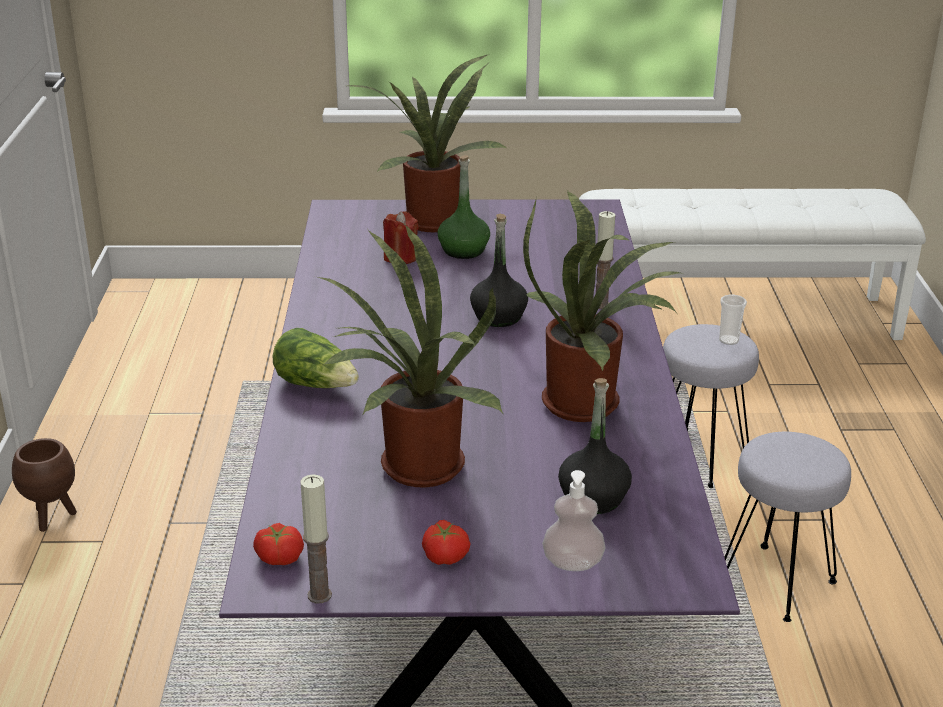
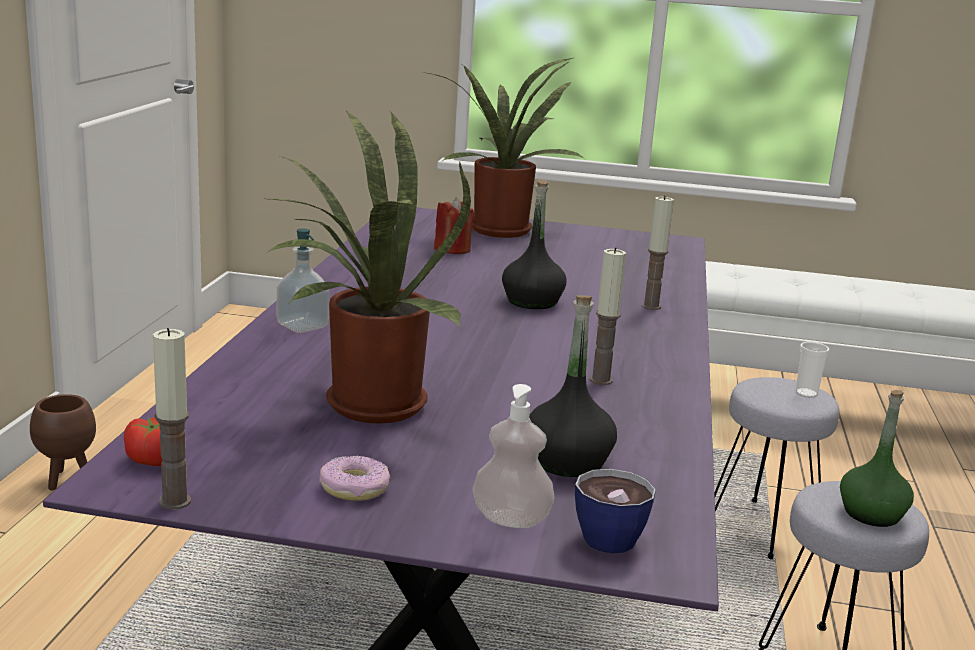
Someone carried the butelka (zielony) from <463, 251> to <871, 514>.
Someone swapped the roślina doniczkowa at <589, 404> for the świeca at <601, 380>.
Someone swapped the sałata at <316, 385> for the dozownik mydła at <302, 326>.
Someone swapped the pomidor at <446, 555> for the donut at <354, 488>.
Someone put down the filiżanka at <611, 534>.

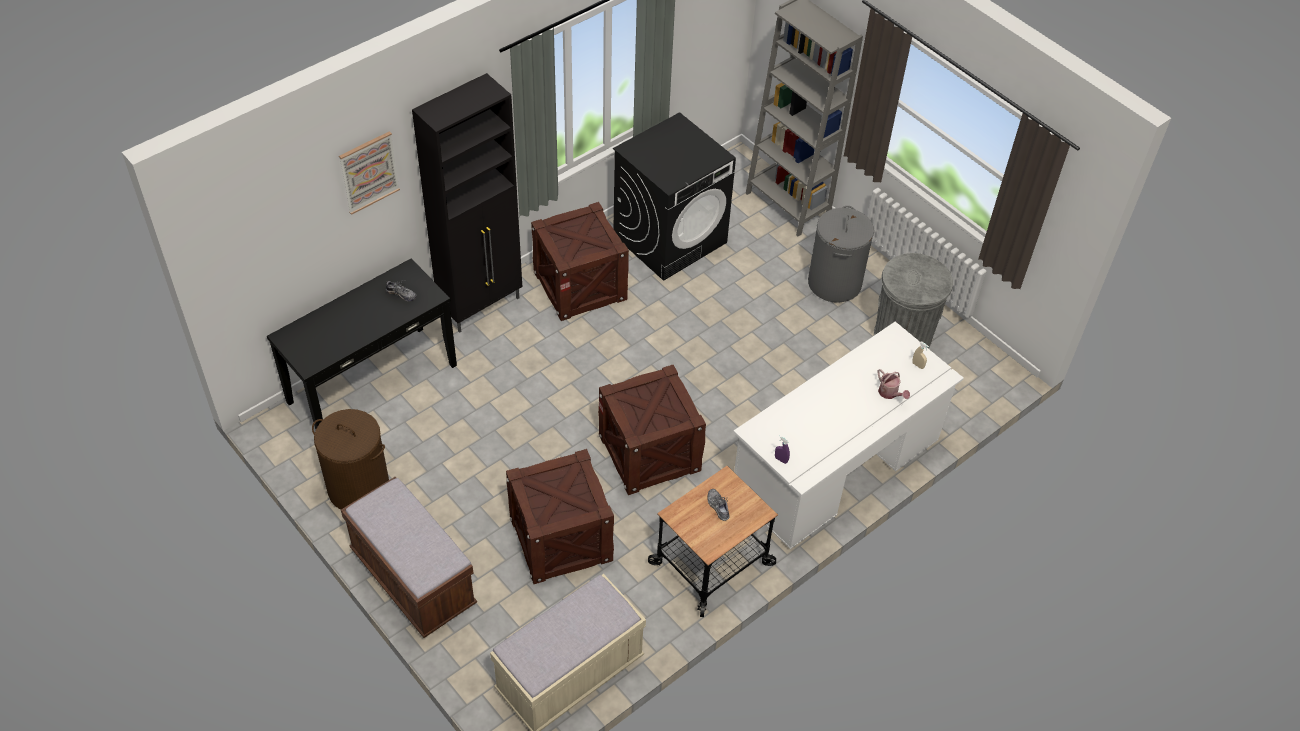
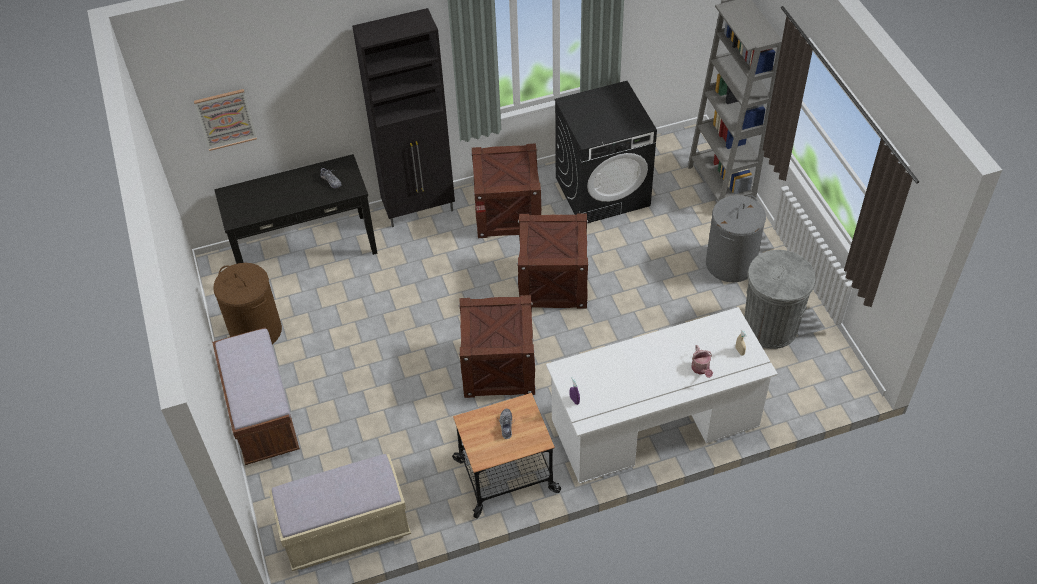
Someone carried the obraz from <369, 172> to <225, 119>.
Someone carried the skrzynka from <561, 539> to <553, 282>.

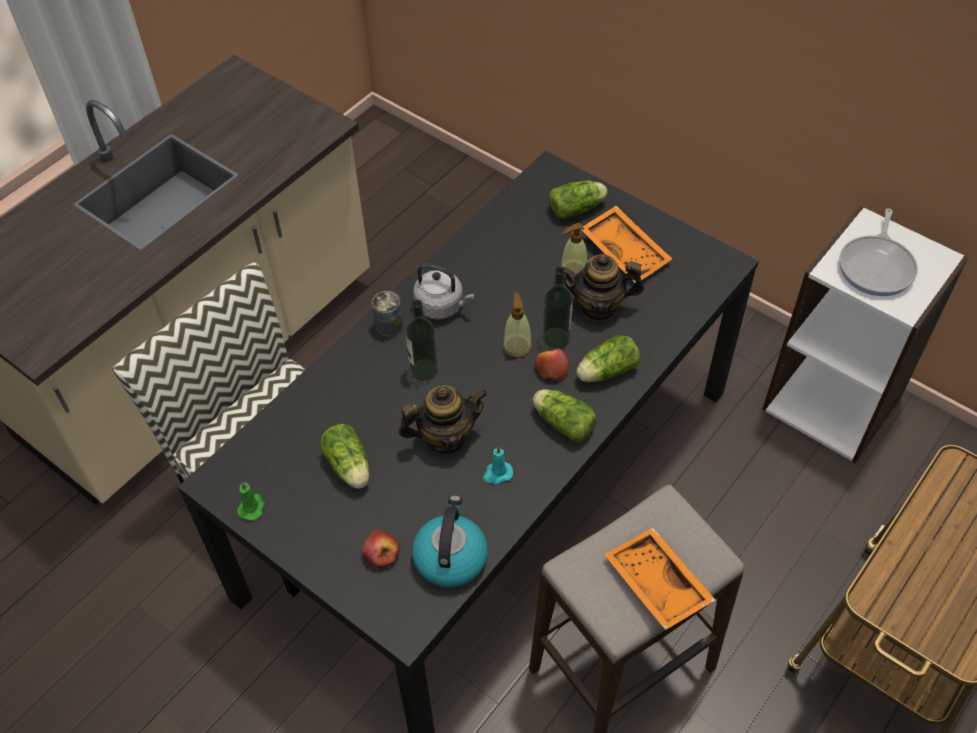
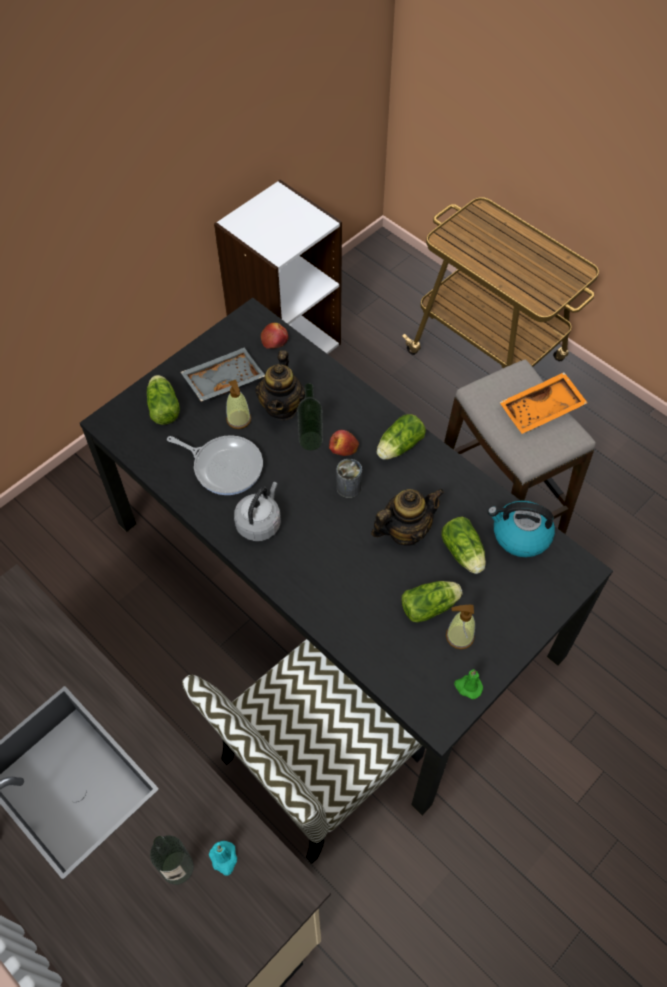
Someone repainted the taca (pomarańczowy) at <626, 251>, which became the taca (szary) at <223, 380>.
Someone carried the patelnia from <877, 266> to <225, 466>.
Someone carried the puszka from <389, 325> to <348, 487>.
Someone carried the dozownik mydła from <517, 346> to <459, 636>.
Someone carried the butelka from <424, 369> to <177, 867>.
Someone carried the sałata from <605, 372> to <463, 554>.
Someone rotated the imbryk at <445, 437> by 75 degrees clockwise.
Someone carried the świeca (turkusowy) from <497, 474> to <224, 858>.
Someone carried the jabłko from <381, 553> to <274, 339>.

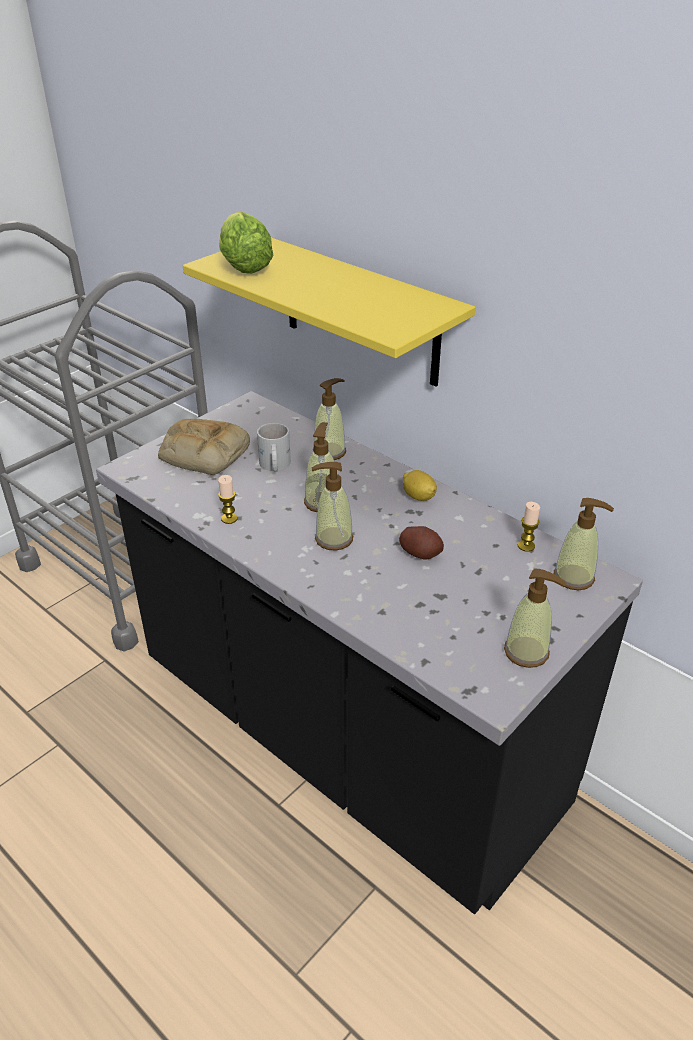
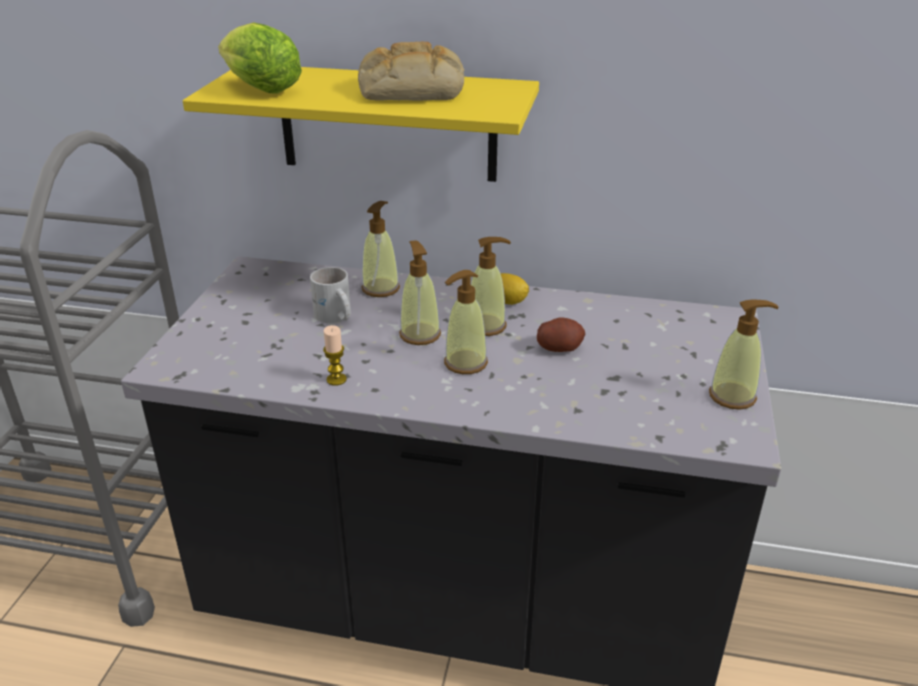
Someone carried the chleb from <203, 454> to <410, 90>.
Someone carried the dozownik mydła from <574, 577> to <486, 326>.
Someone took away the świeca at <526, 546>.

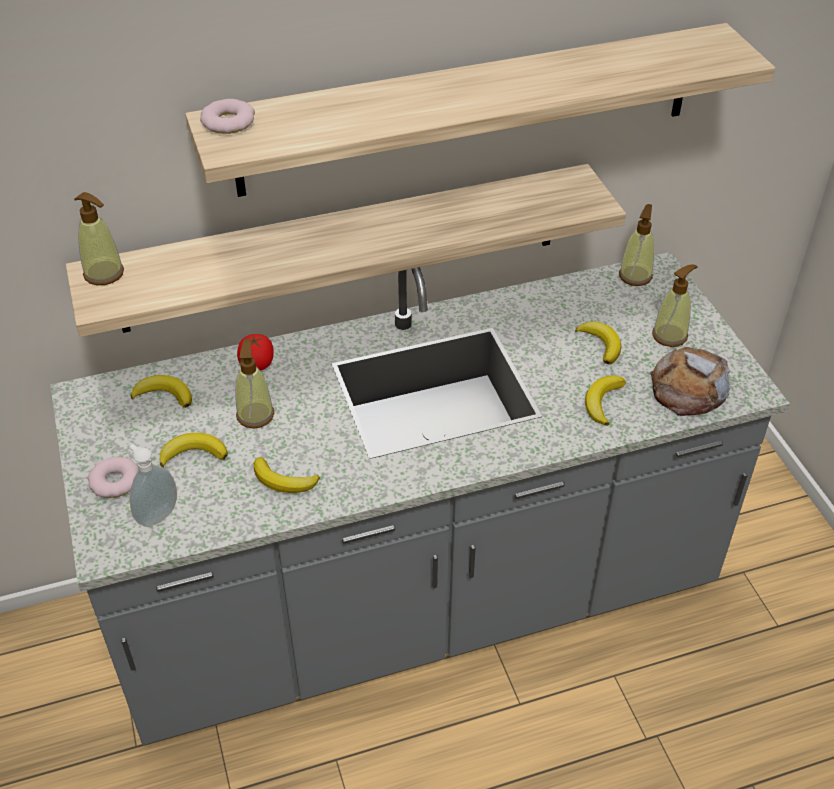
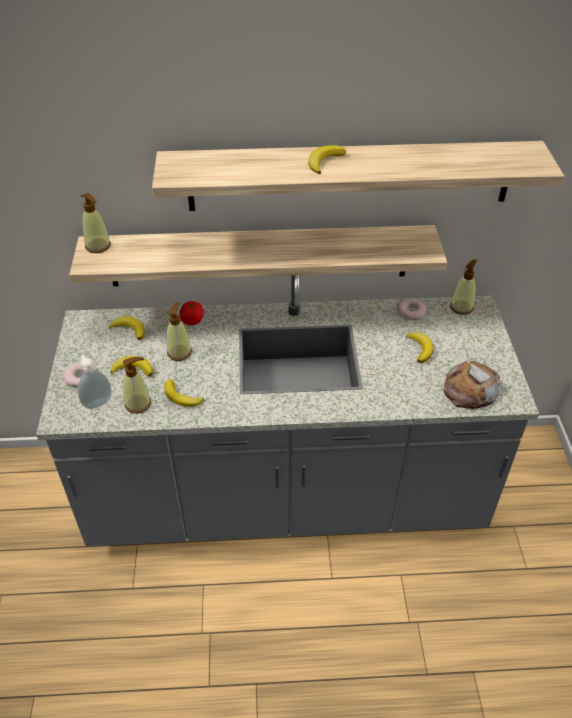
Someone carried the donut from <228, 122> to <410, 312>.
Someone carried the dozownik mydła from <670, 335> to <138, 404>.
Someone carried the banan from <602, 402> to <324, 161>.

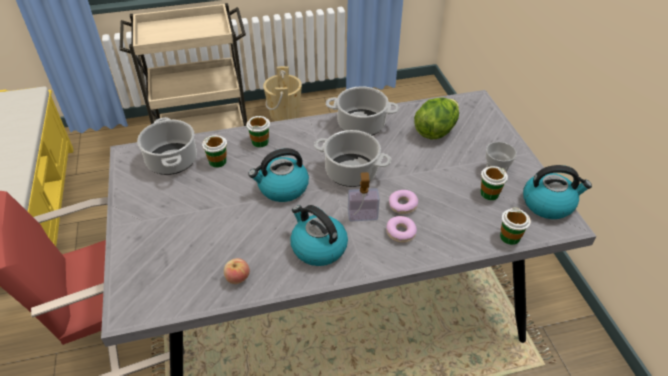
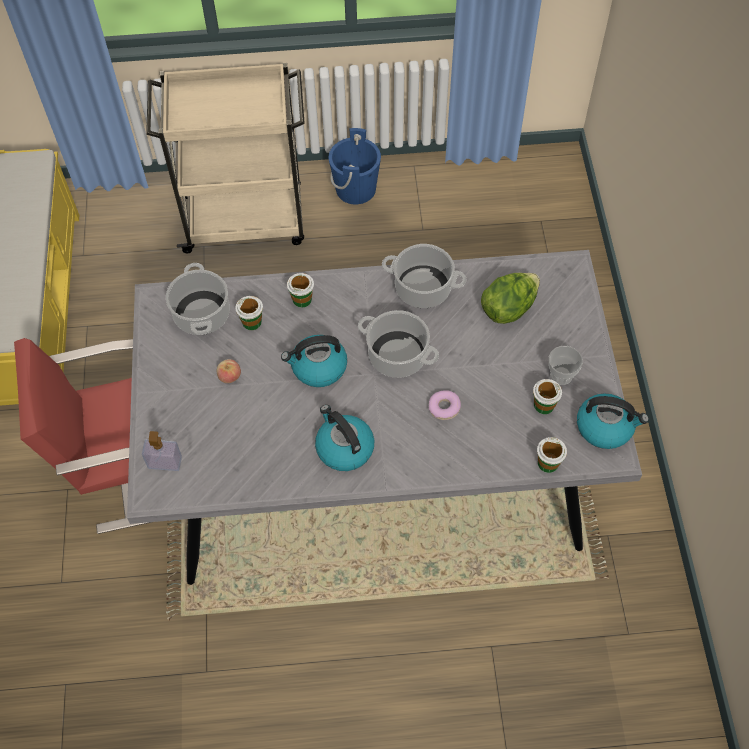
Someone repainted the wiadro (beżowy) at <284, 114>, which became the wiadro (niebieski) at <355, 189>.
Someone carried the dozownik mydła from <362, 215> to <165, 462>.
Someone took away the donut at <400, 232>.
Someone carried the jabłko from <237, 278> to <229, 377>.

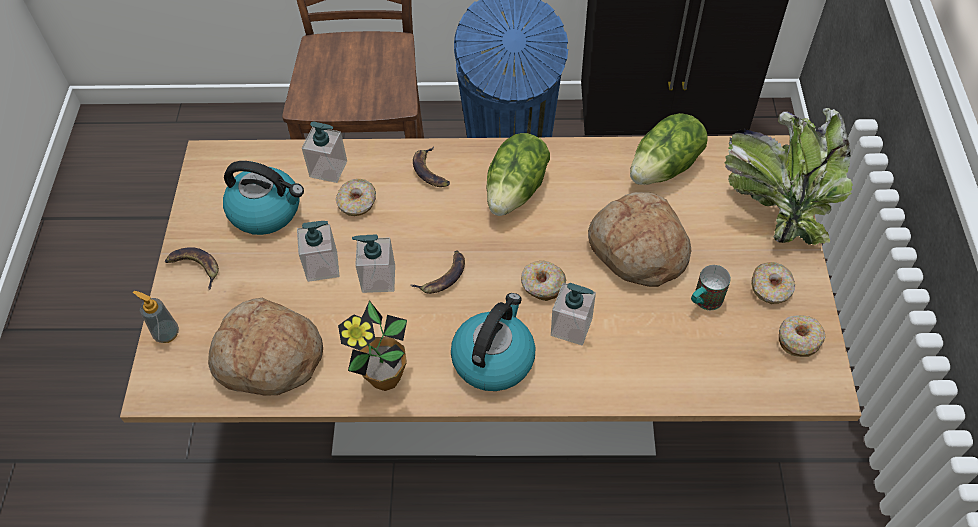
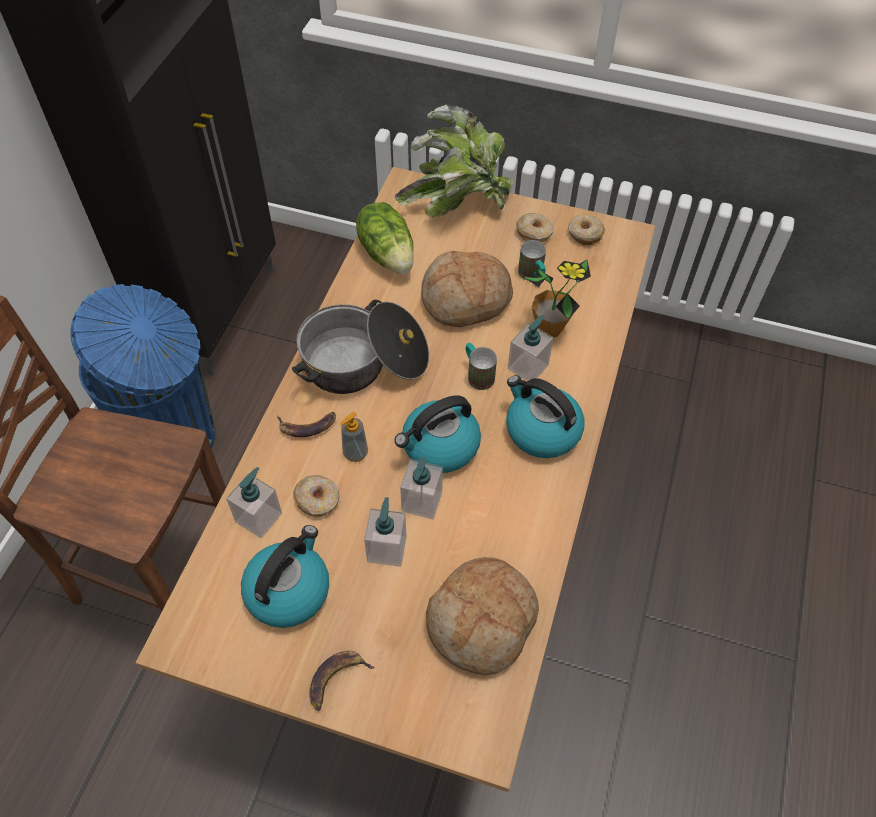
Someone swapped the sałata at <517, 190> for the garnek at <364, 364>.
Someone swapped the banan at <443, 276> for the czajnik at <439, 447>.
Someone swapped the donut at <542, 285> for the kubek at <477, 375>.
Someone carried the dozownik mydła from <166, 333> to <355, 453>.
Someone carried the roślina doniczkowa from <385, 378> to <549, 328>.

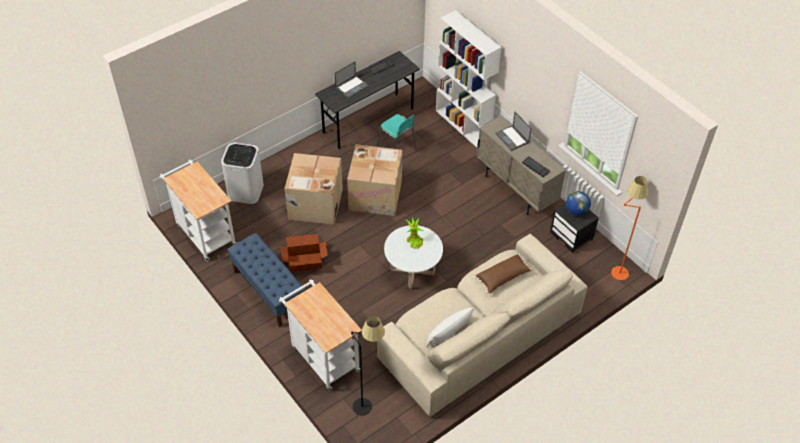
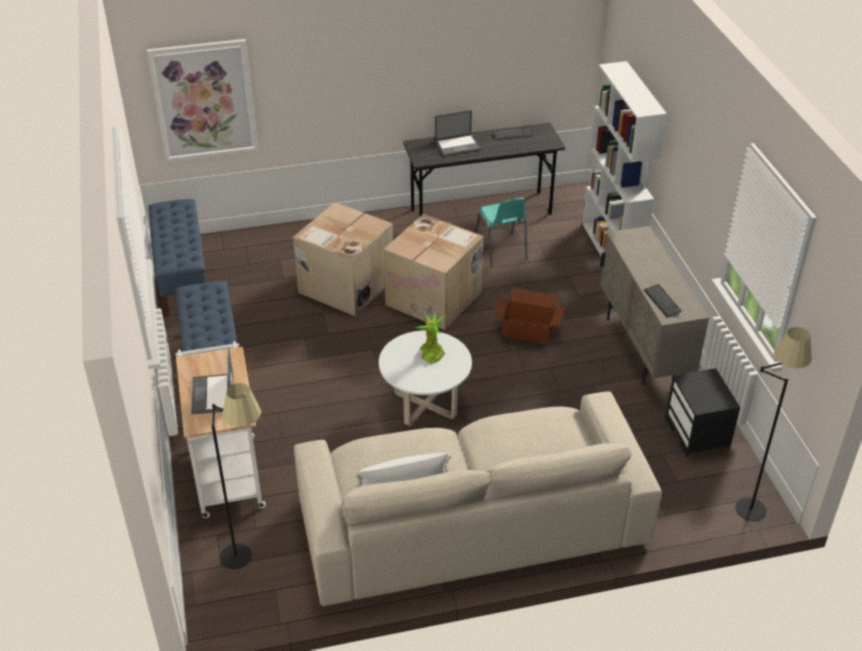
Someone carried the laptop from <512, 138> to <213, 395>.
Someone took away the kosz na śmieci (biały) at <246, 191>.
Someone swapped the wózek (biały) at <204, 232> for the ławka (niebieski) at <182, 277>.
Someone repainted the lampa stojąca (pomarańczowy) at <617, 266>, which became the lampa stojąca (czarny) at <752, 499>.
Someone took away the globus at <576, 211>.
Someone carried the karton from <304, 262> to <527, 330>.
Someone took away the poduszka (brązowy) at <503, 277>.
Someone put up the obraz at <204, 100>.

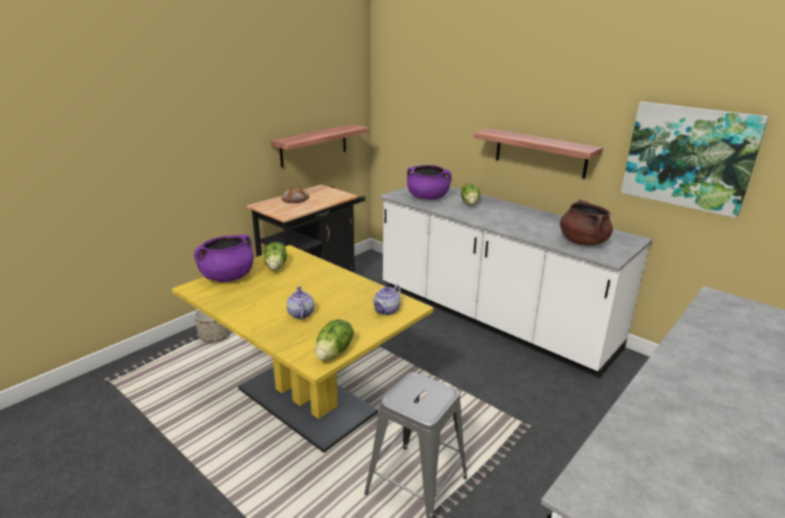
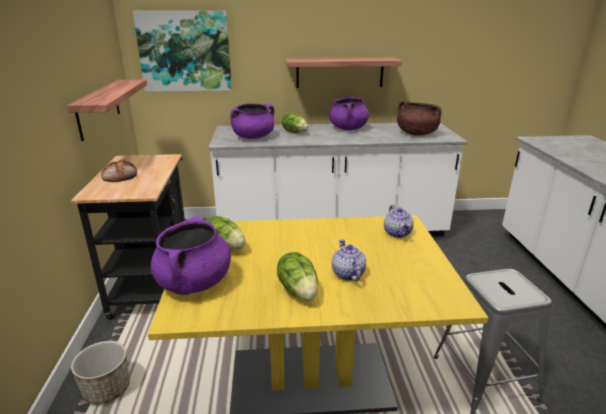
Someone carried the obraz from <688, 157> to <185, 51>.
Someone rotated the imbryk at <300, 314> by 45 degrees clockwise.
Someone carried the sałata from <335, 352> to <299, 290>.
Someone put down the garnek (fioletowy) at <348, 129>.

